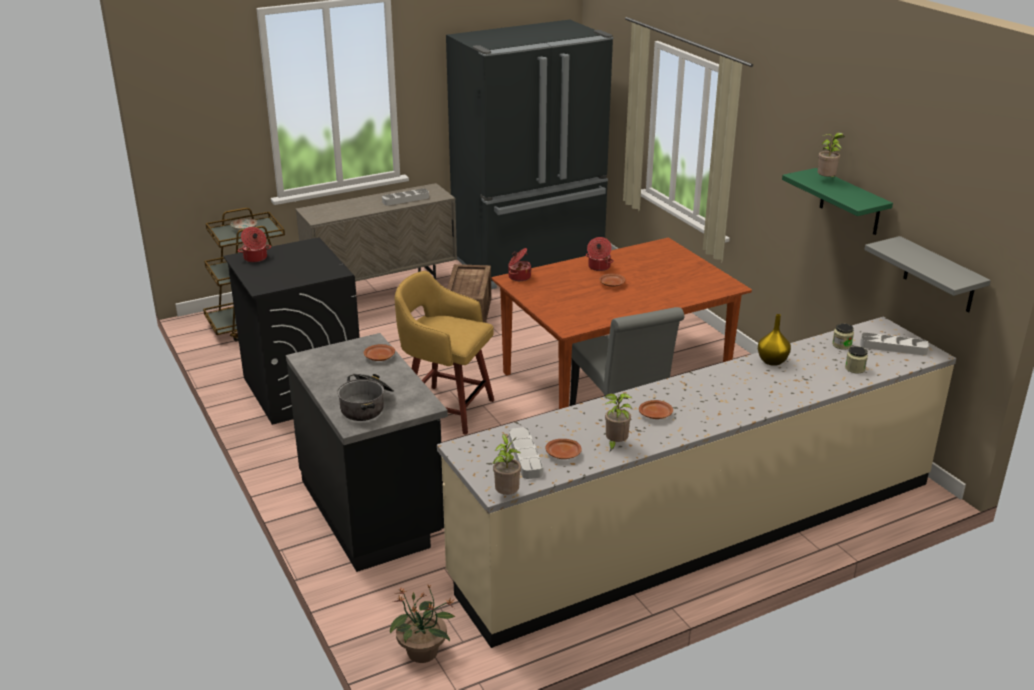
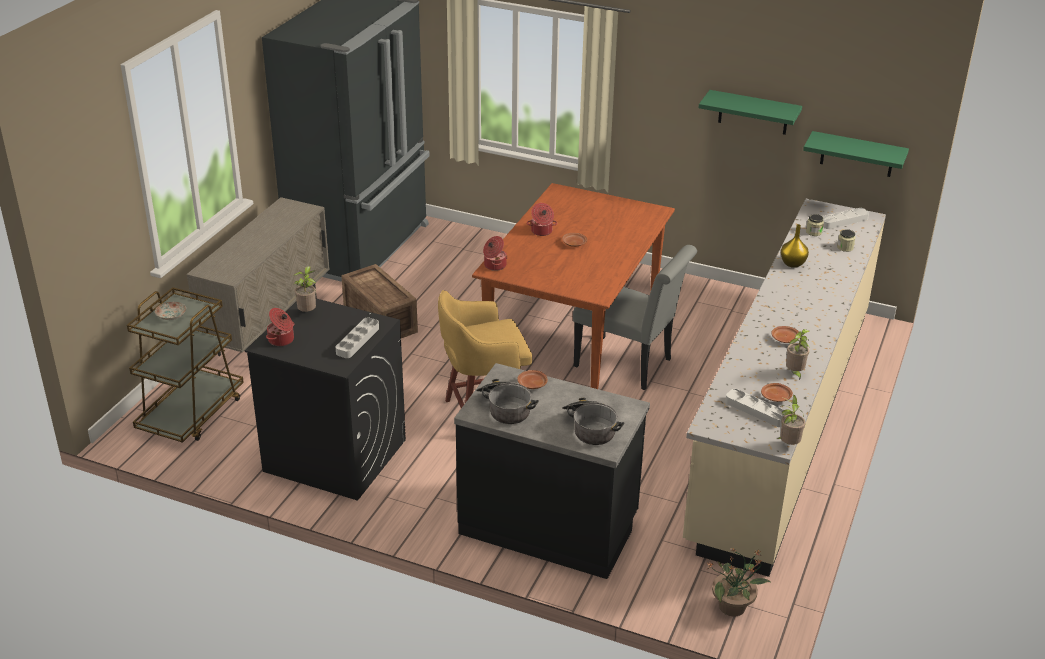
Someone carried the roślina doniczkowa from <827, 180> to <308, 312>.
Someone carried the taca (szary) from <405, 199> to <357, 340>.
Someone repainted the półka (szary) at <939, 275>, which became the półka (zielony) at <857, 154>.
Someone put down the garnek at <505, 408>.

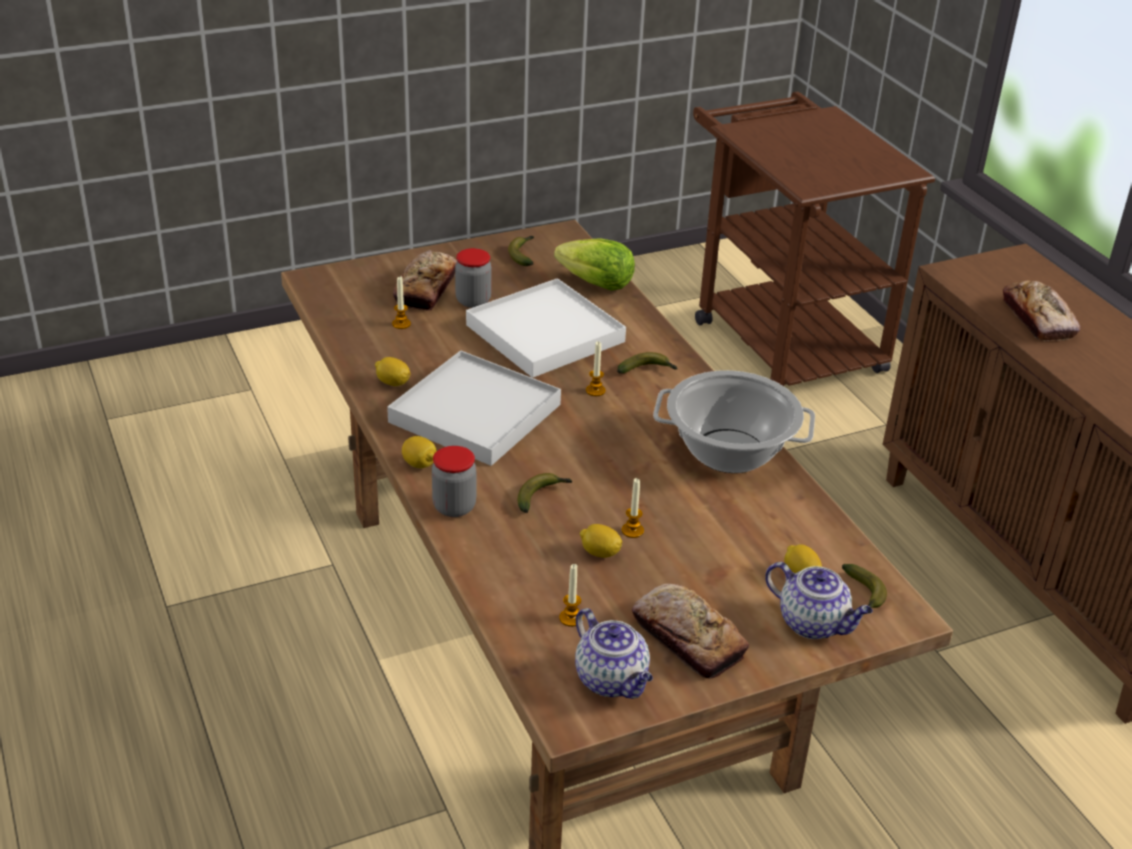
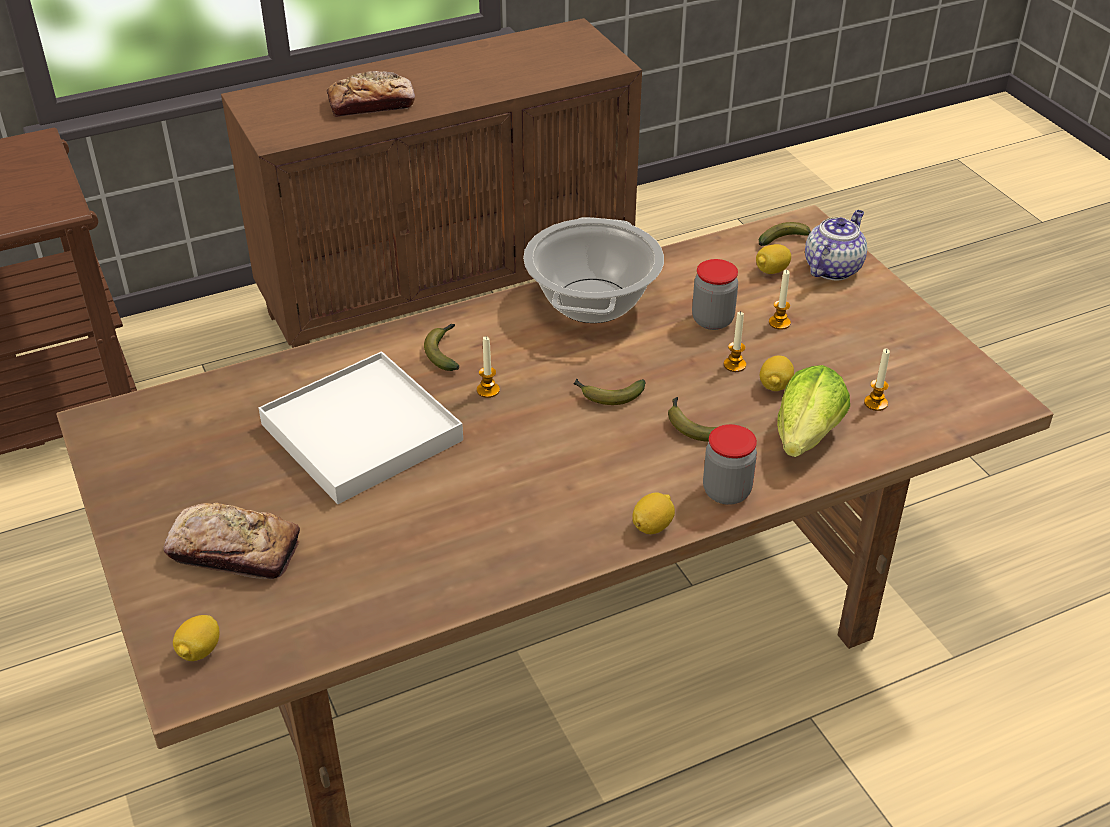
Someone carried the banan from <523, 254> to <607, 395>.
Someone carried the sałata from <596, 284> to <807, 436>.
Someone carried the słoik from <473, 301> to <712, 320>.
Someone carried the świeca from <401, 324> to <779, 323>.
Someone took away the taca (biały) at <475, 414>.
Someone carried the cytryna from <393, 383> to <199, 651>.
Someone took away the chleb at <687, 639>.
Someone took away the imbryk at <612, 680>.

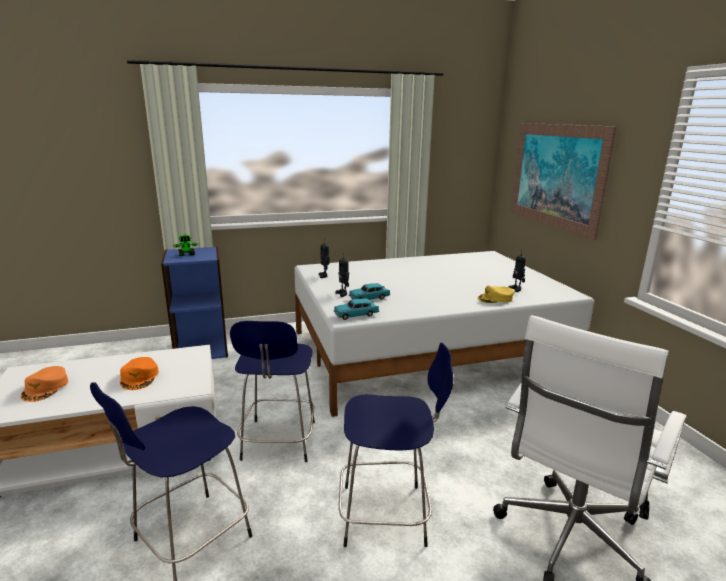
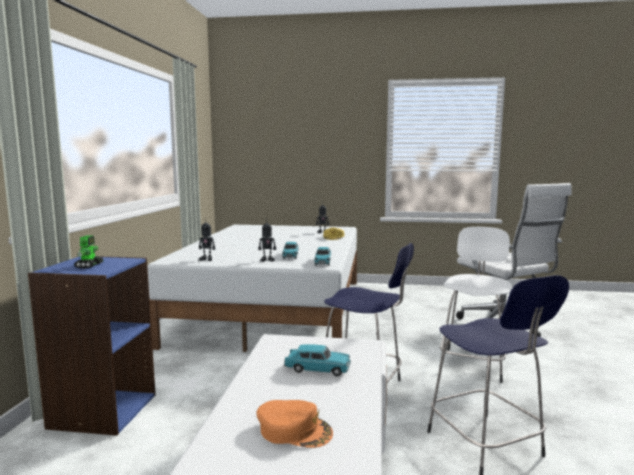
Someone took away the obraz at <556, 176>.
Someone repainted the stołek (niebieski) at <387, 515>, which became the stołek (biały) at <473, 363>.
Someone swapped the czapka z daszkiem (pomarańczowy) at <139, 377> for the samochodzik (turkusowy) at <317, 369>.

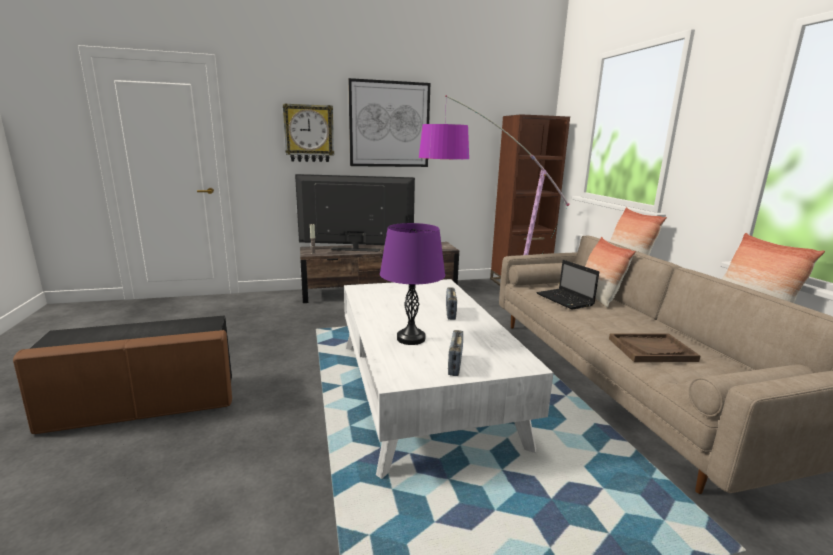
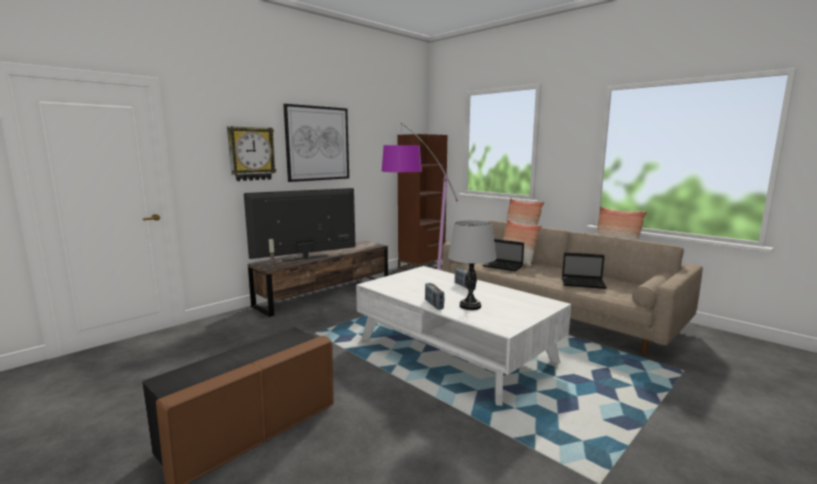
Someone repainted the lampa stołowa (fioletowy) at <411, 338>, which became the lampa stołowa (szary) at <470, 306>.
Someone carried the radio from <455, 365> to <434, 305>.
Someone swapped the taca (brązowy) at <651, 349> for the laptop at <584, 283>.

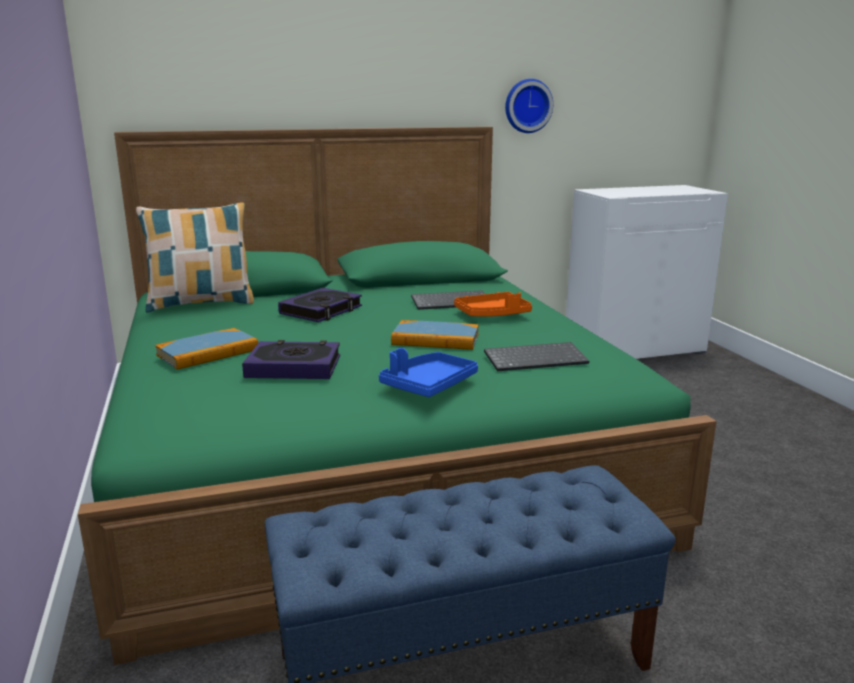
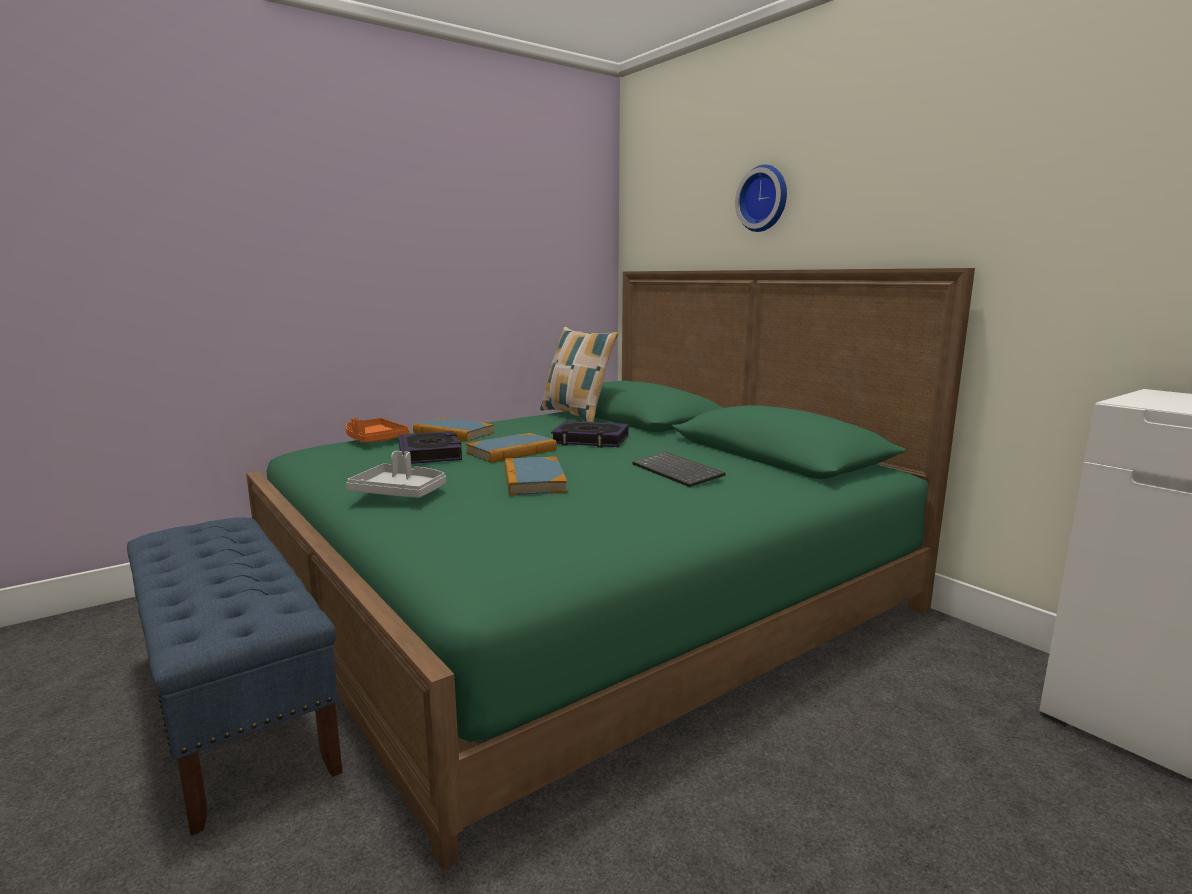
Someone carried the zegar ścienny from <527, 106> to <764, 199>.
Someone carried the taca (pomarańczowy) from <492, 314> to <374, 439>.
Someone took away the klawiatura at <536, 359>.
Someone repainted the taca (niebieski) at <428, 385>, which became the taca (szary) at <400, 492>.
Someone put down the książka at <512, 451>.

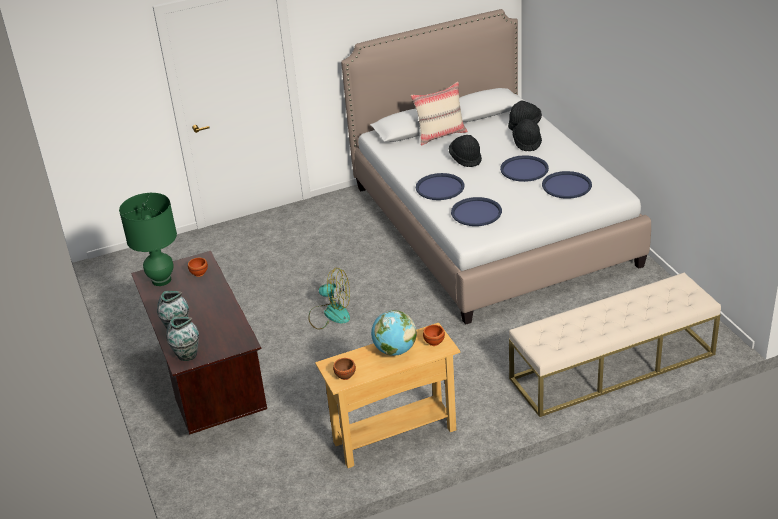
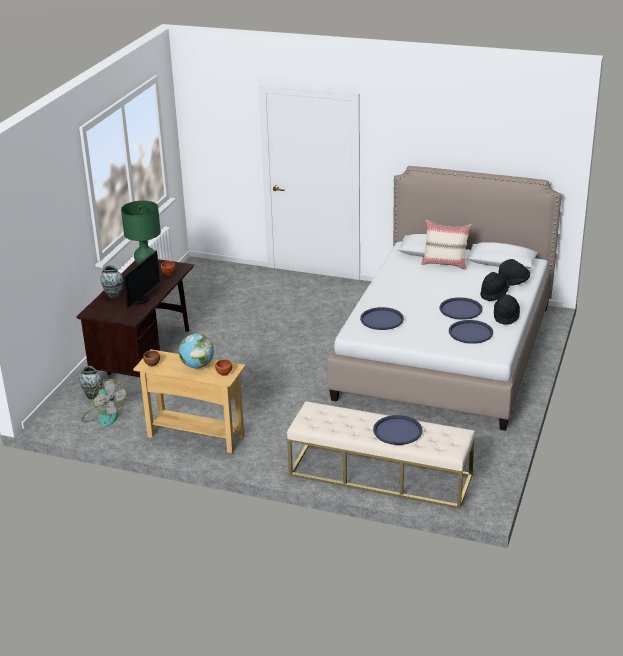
Someone carried the kapelusz (czarny) from <465, 159> to <506, 316>.
Someone carried the taca (niebieski) from <440, 187> to <397, 431>.
Someone carried the wentylator from <330, 314> to <104, 415>.
Someone carried the wazon from <186, 355> to <93, 395>.
Someone put down the monitor at <140, 299>.

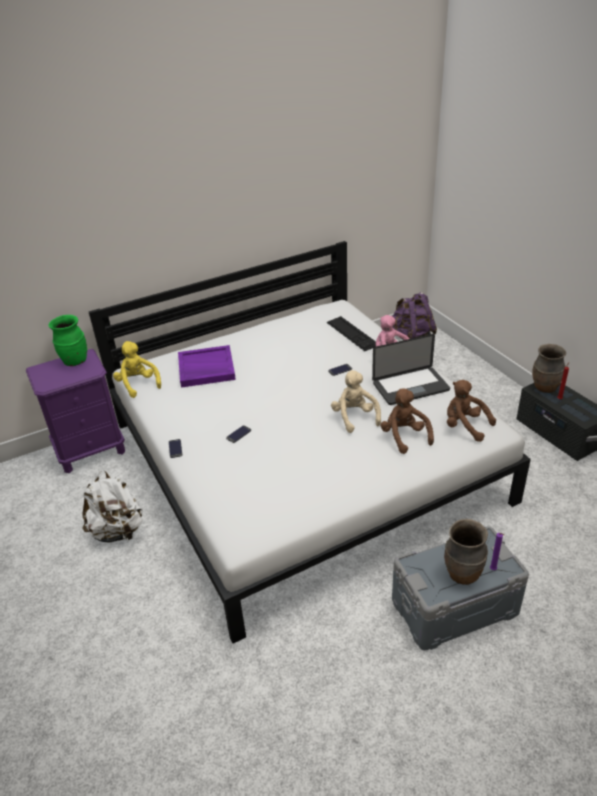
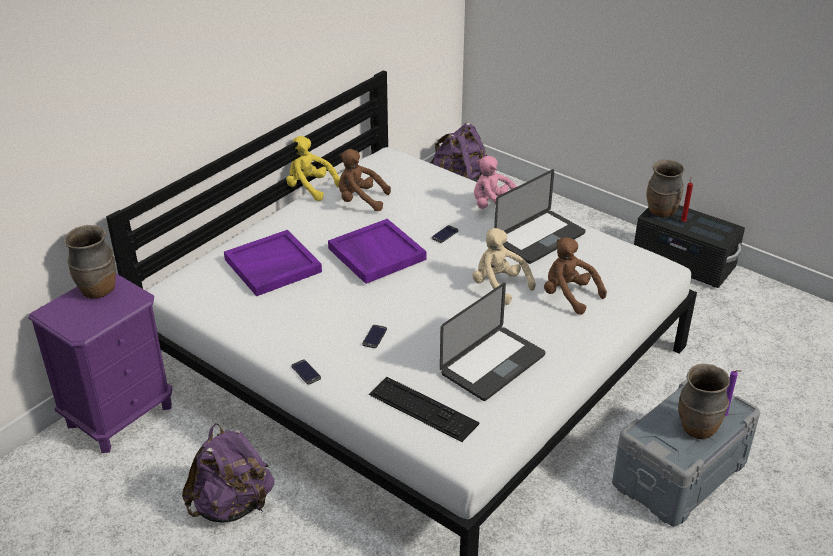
Someone repainted the wazon (zielony) at <75, 361>, which became the wazon (brązowy) at <97, 290>.
Someone carried the klawiatura from <352, 333> to <423, 409>.
Someone carried the pluszak (żółty) from <138, 384> to <310, 188>.
Someone carried the pluszak (brązowy) from <465, 426> to <360, 200>.
Someone repainted the plecak (biały) at <117, 531>, which became the plecak (fioletowy) at <232, 505>.
Someone put down the taca (fioletowy) at <376, 254>.
Someone put down the laptop at <493, 365>.

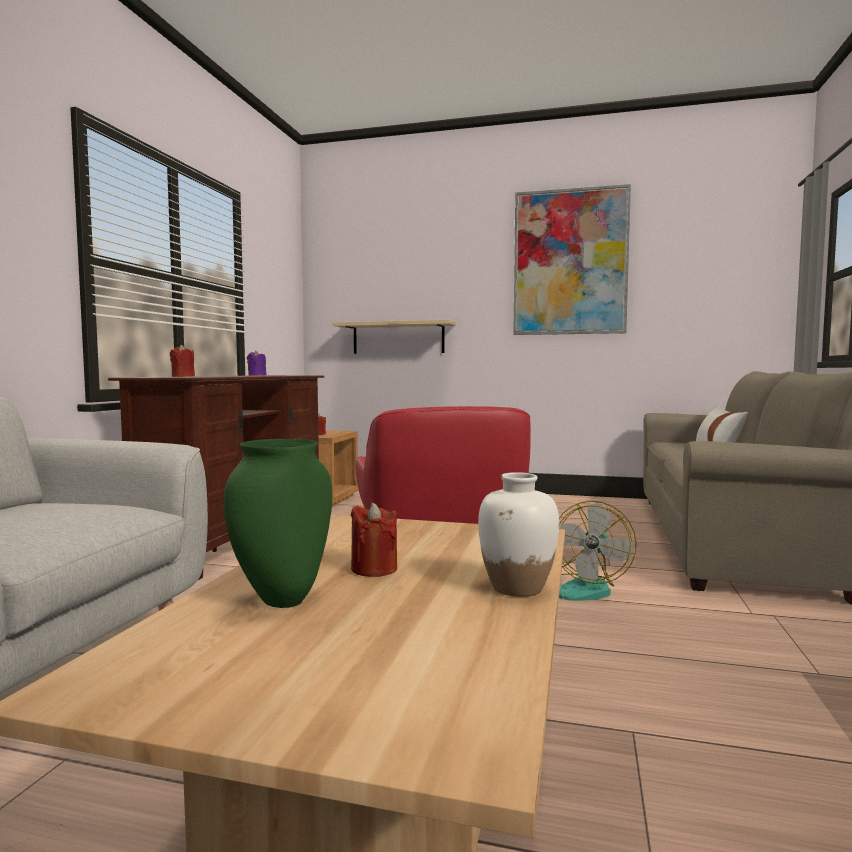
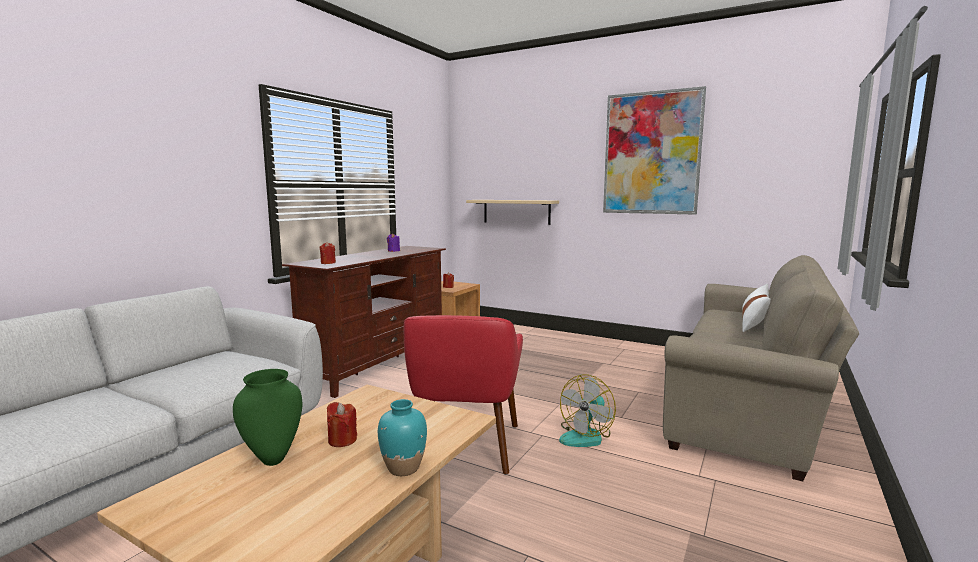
Someone repainted the wazon (biały) at <517, 588>, which became the wazon (turkusowy) at <403, 468>.

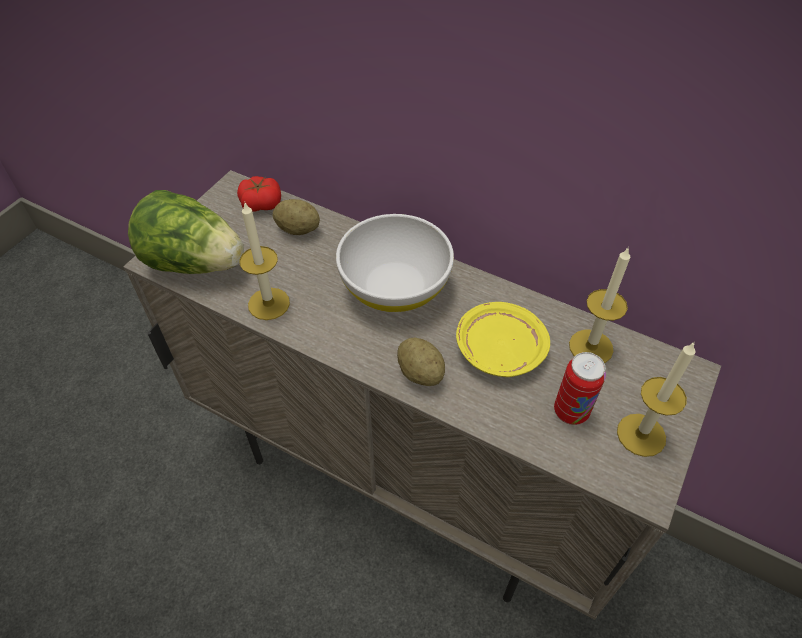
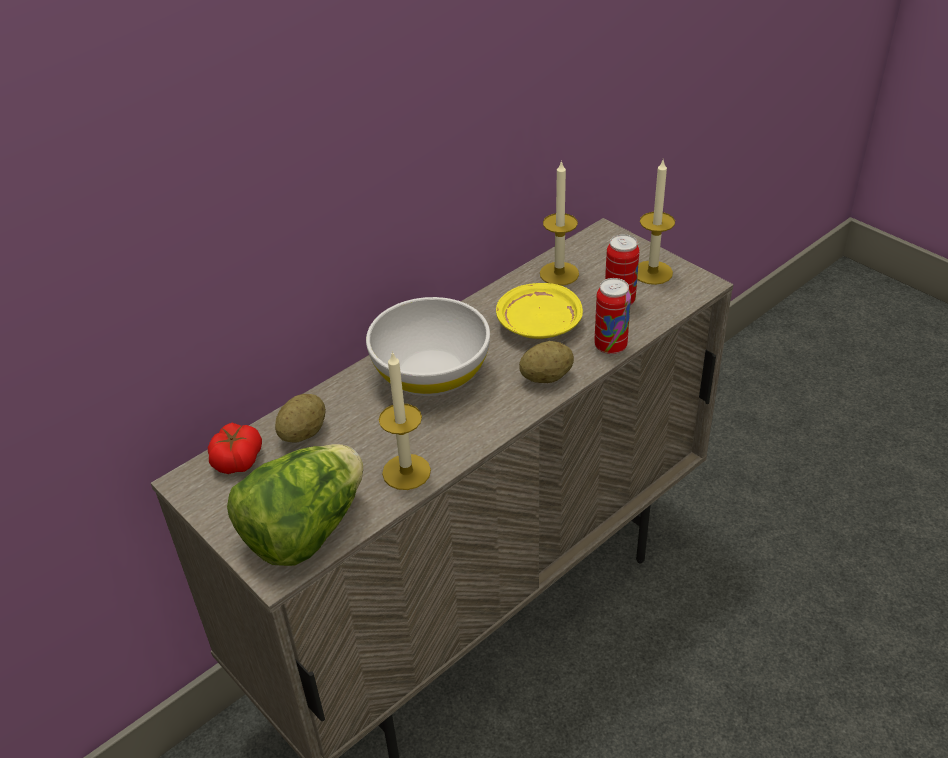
Someone put down the puszka at <610, 346>.

